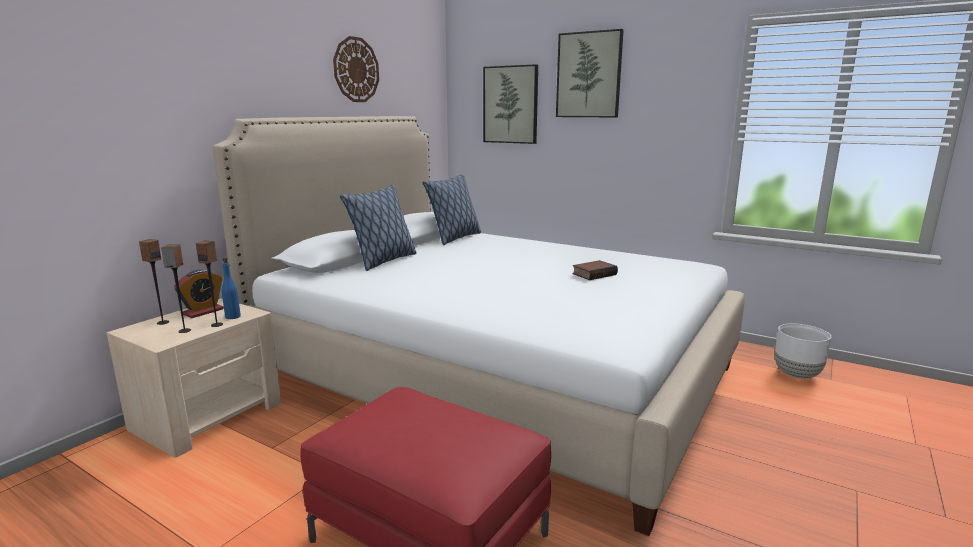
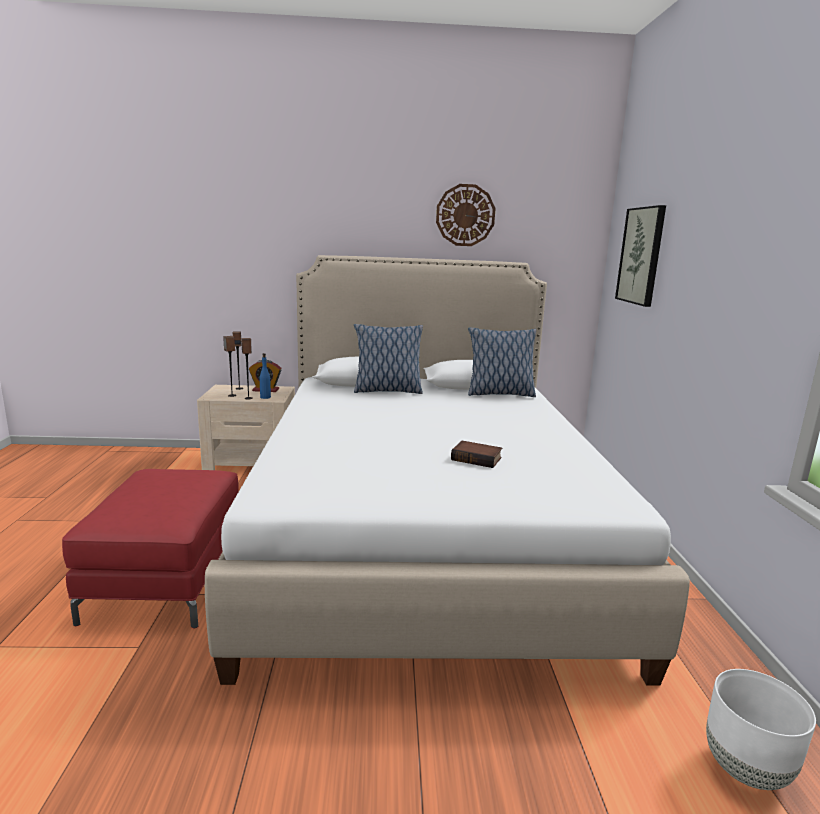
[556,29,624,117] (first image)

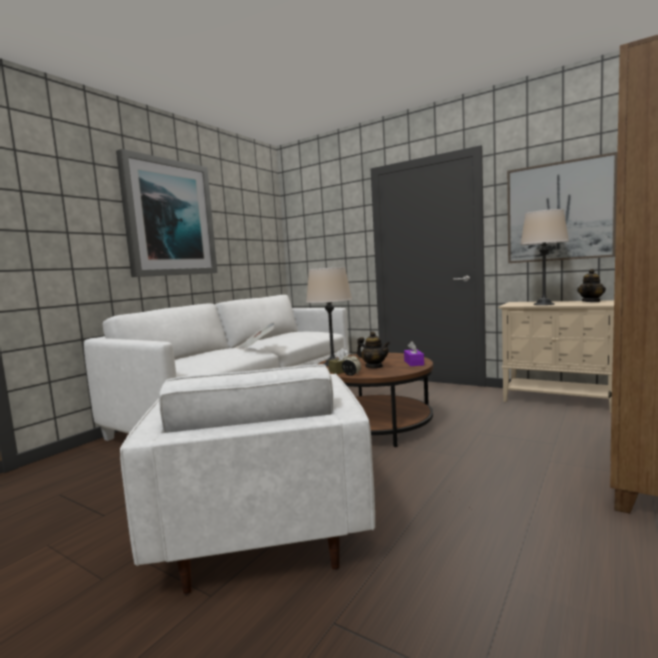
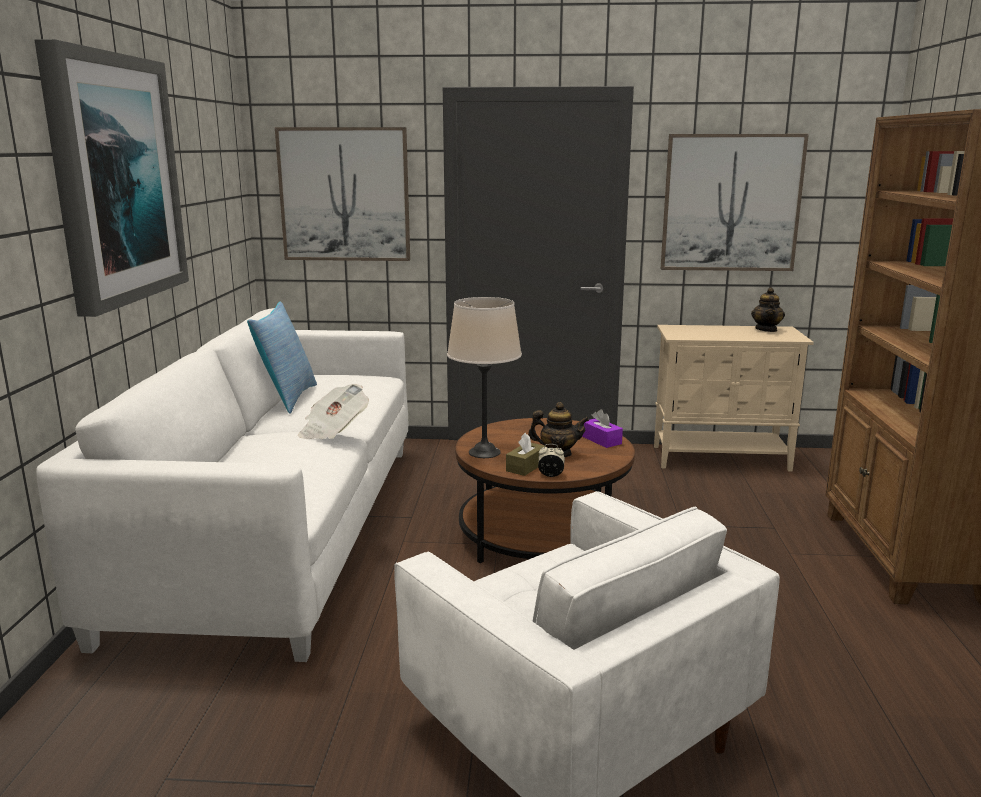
[520,209,569,305] (first image)
[275,127,410,261]
[247,301,317,414]

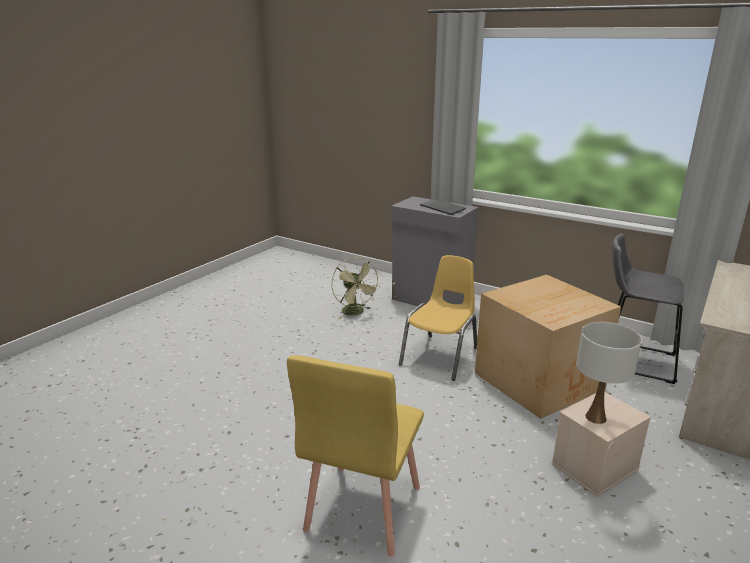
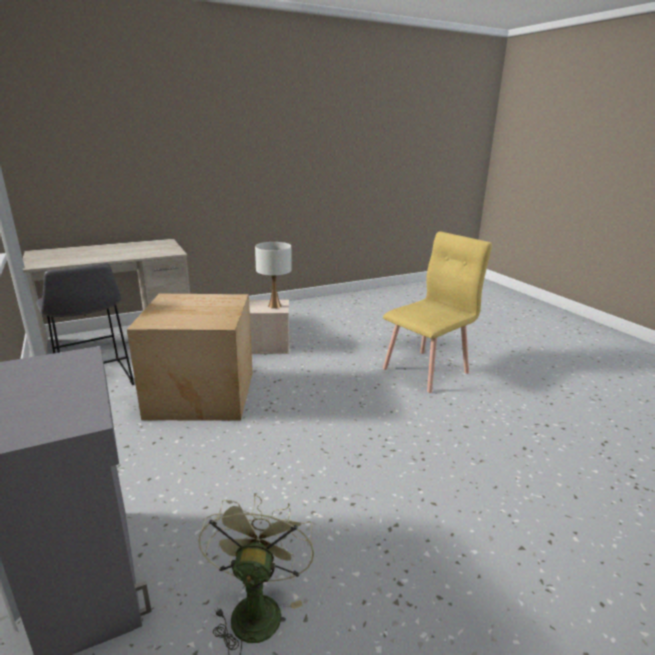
[420,199,466,215] (first image)
[399,255,477,381] (first image)

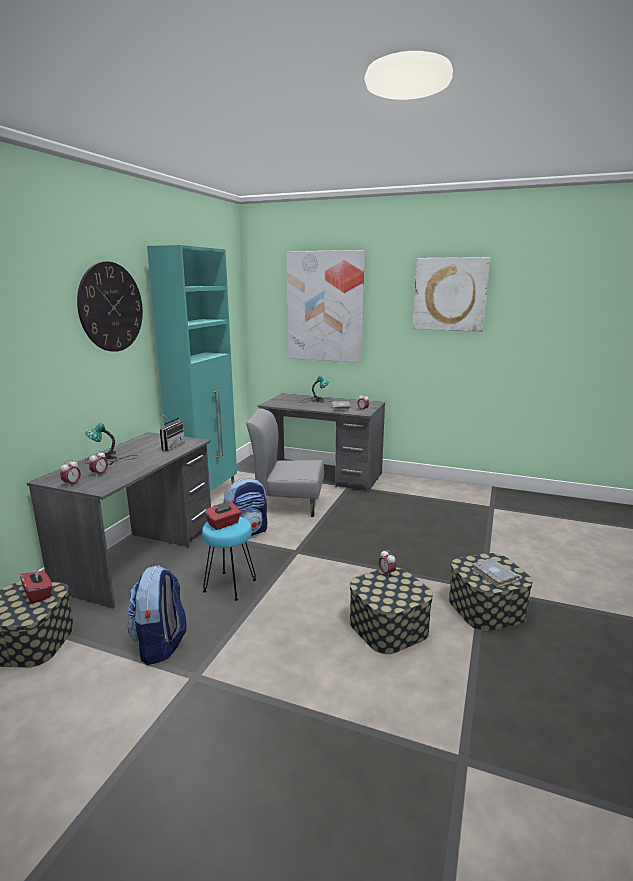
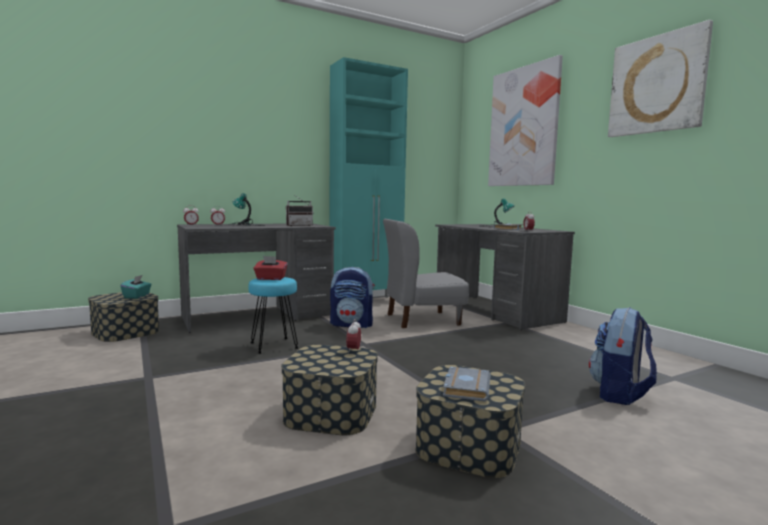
[77,261,143,352] (first image)
[383,219,469,328]
[589,307,657,405]
[120,275,152,299]

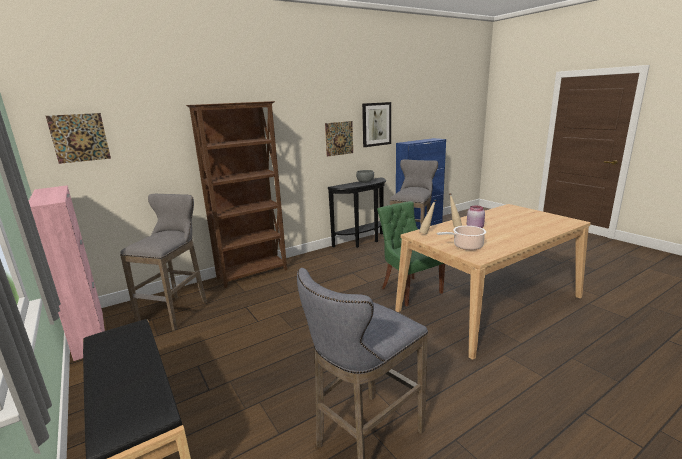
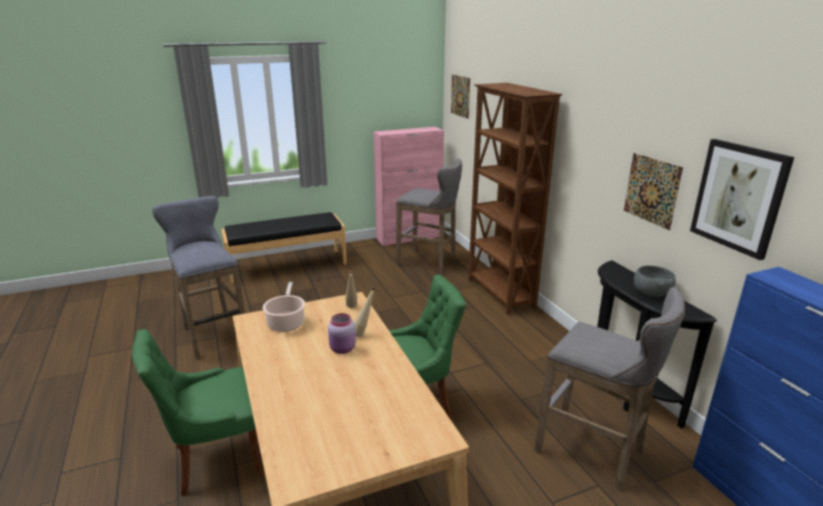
[132,329,262,496]

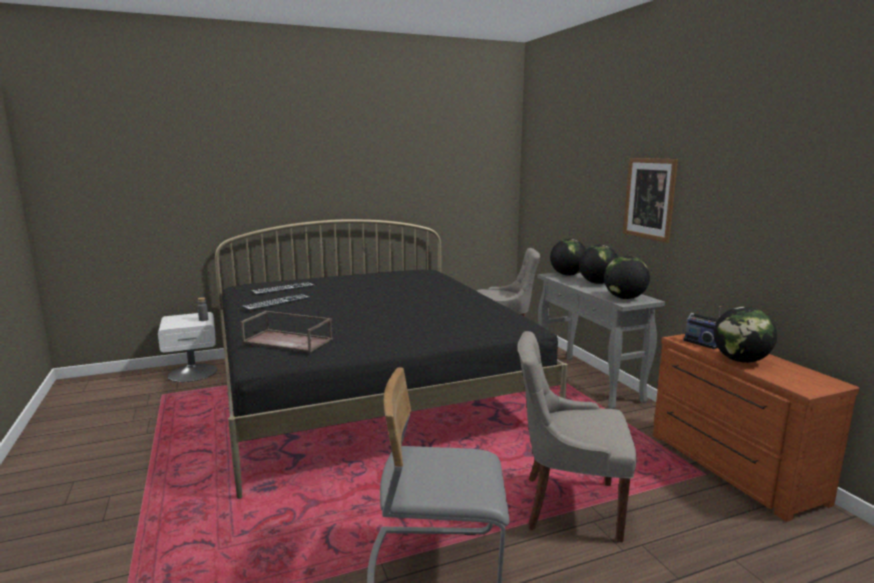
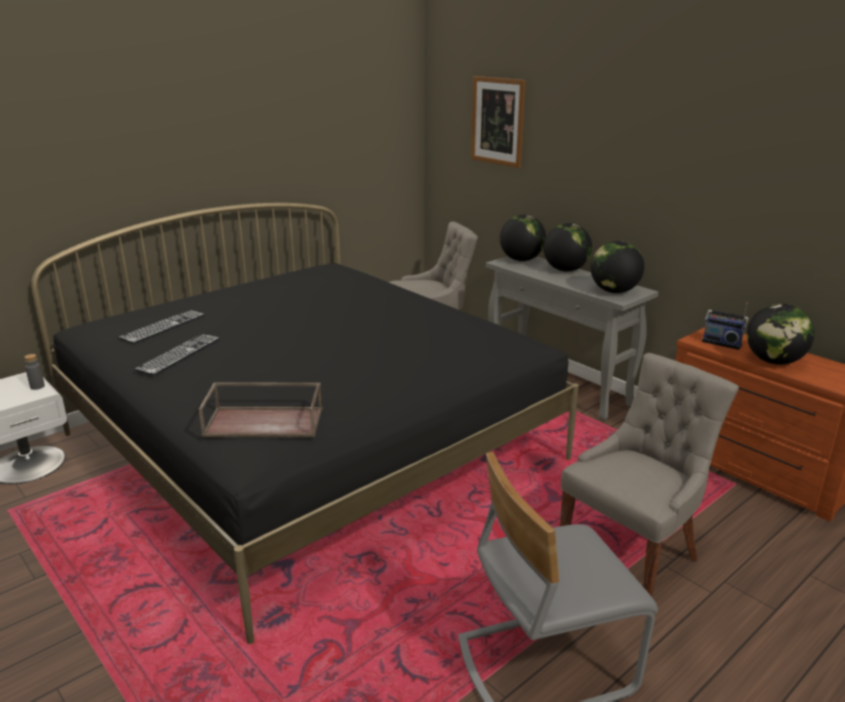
[471,76,526,168]
[560,353,739,597]

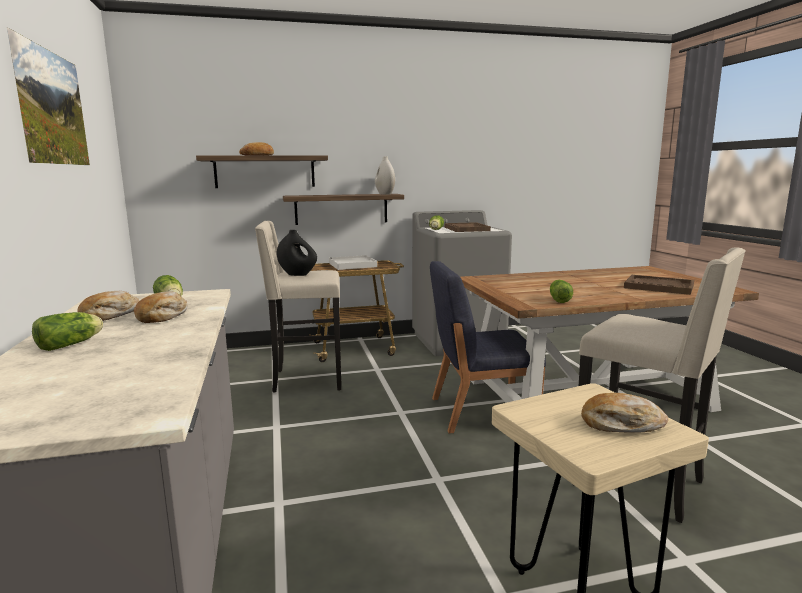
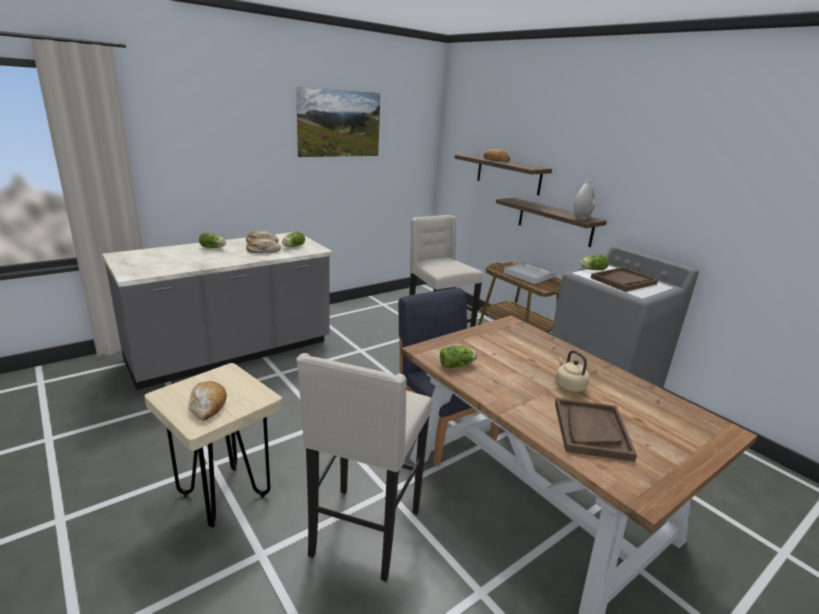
[277,230,317,276] (first image)
[555,350,589,393]

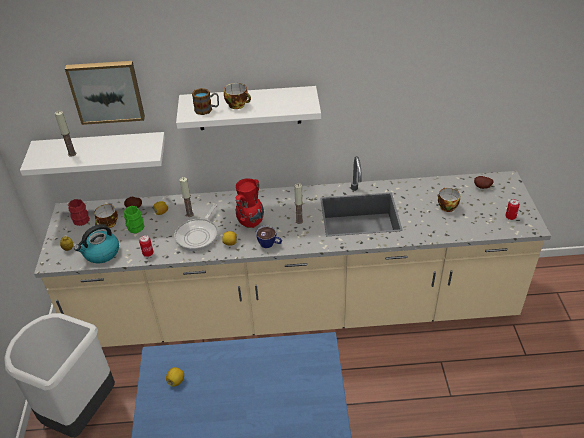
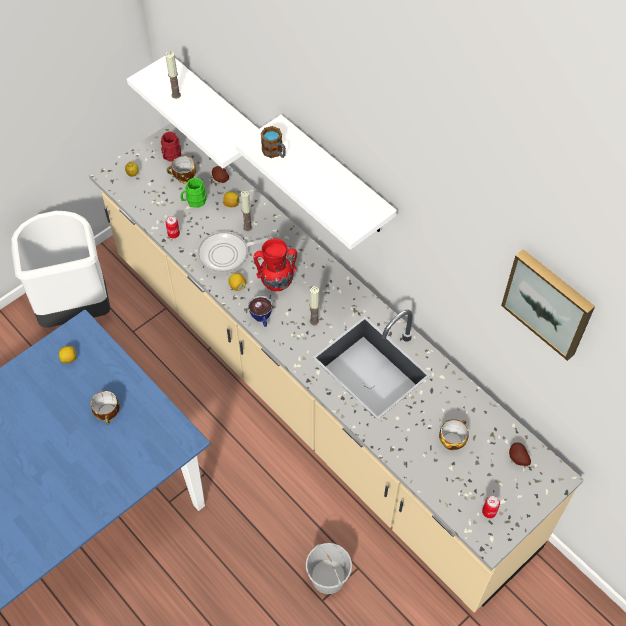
[501,249,595,361]
[91,391,120,425]
[74,224,119,263] (first image)
[306,543,352,594]

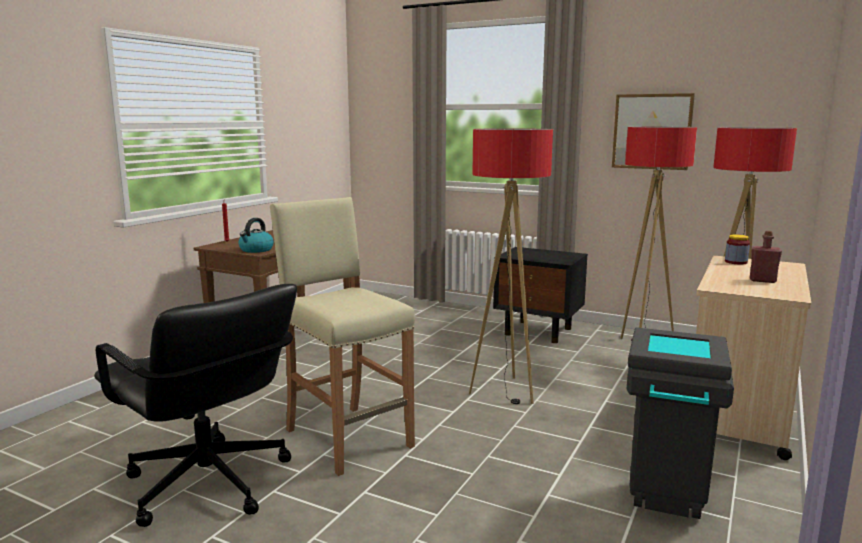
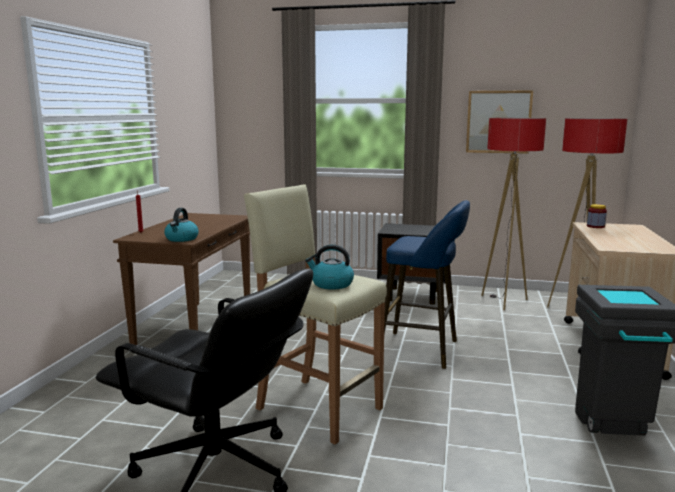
[384,200,470,369]
[750,231,782,283] (first image)
[305,244,354,290]

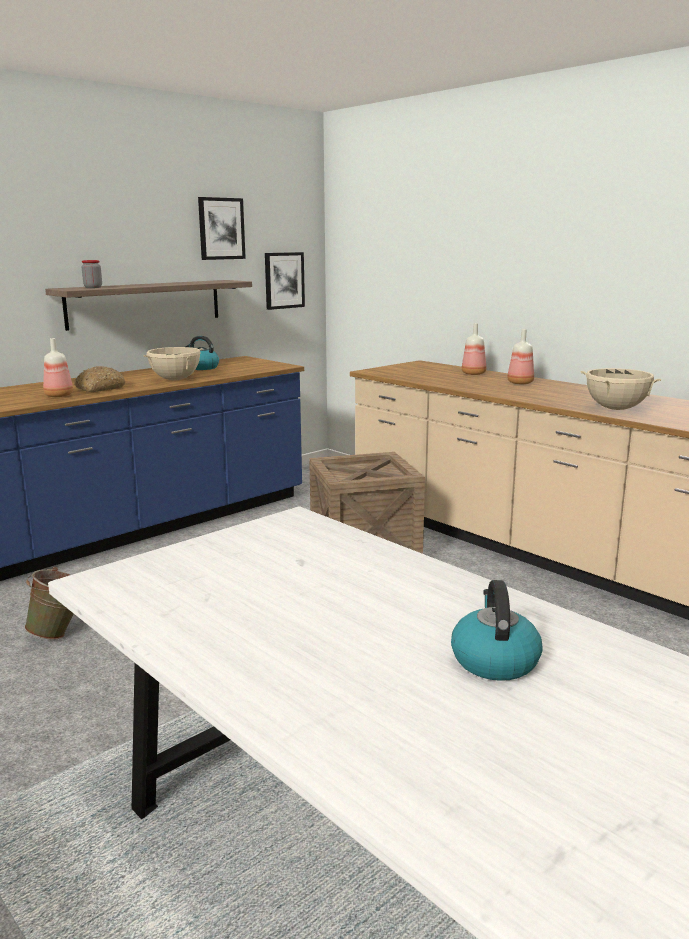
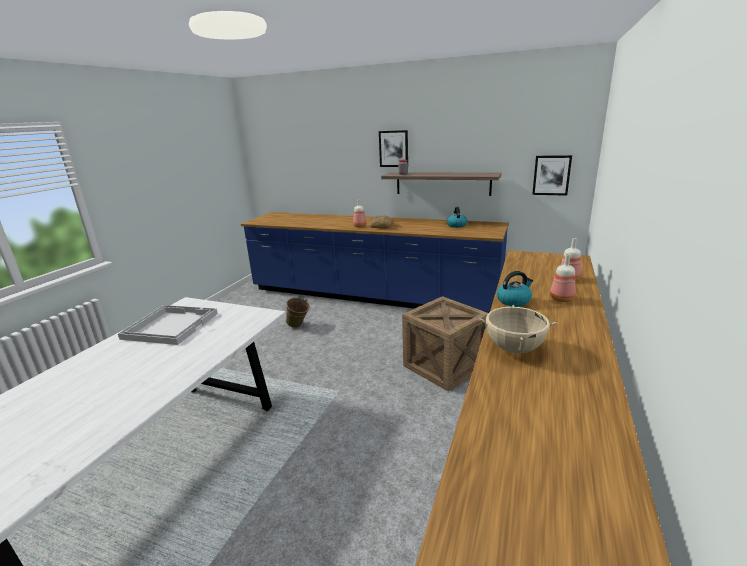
[379,130,408,167]
[144,347,202,381] (first image)
[497,271,533,307]
[118,305,218,345]

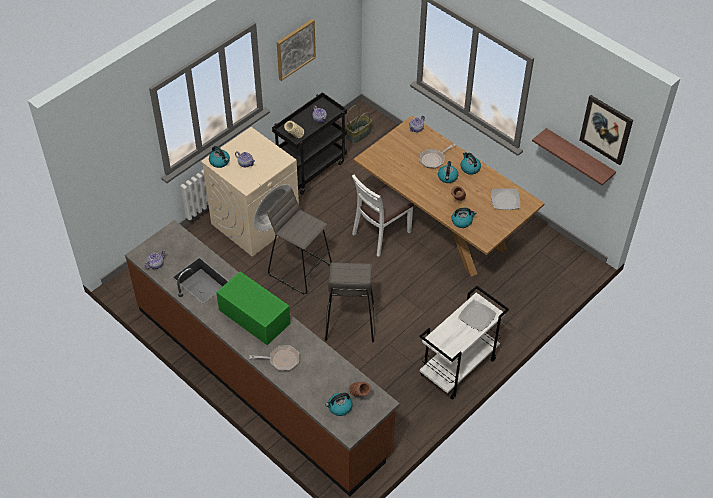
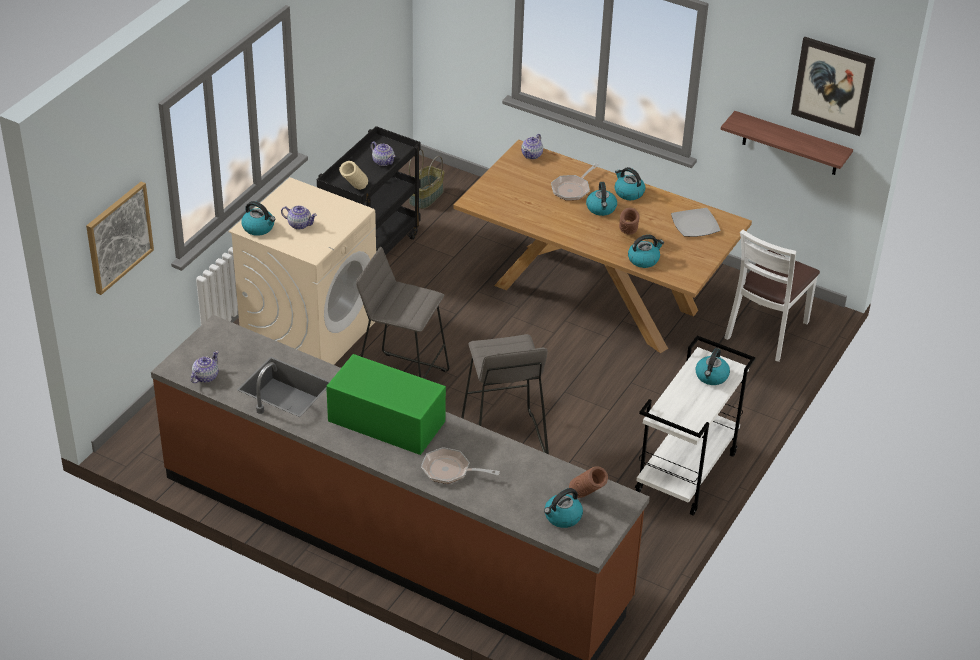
[86,182,154,295]
[724,230,820,362]
[695,348,730,385]
[421,447,500,484]

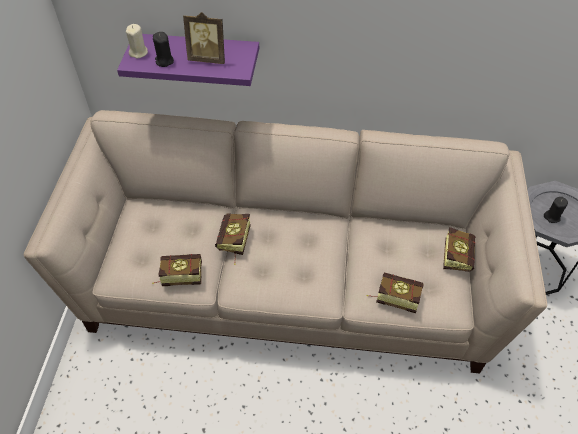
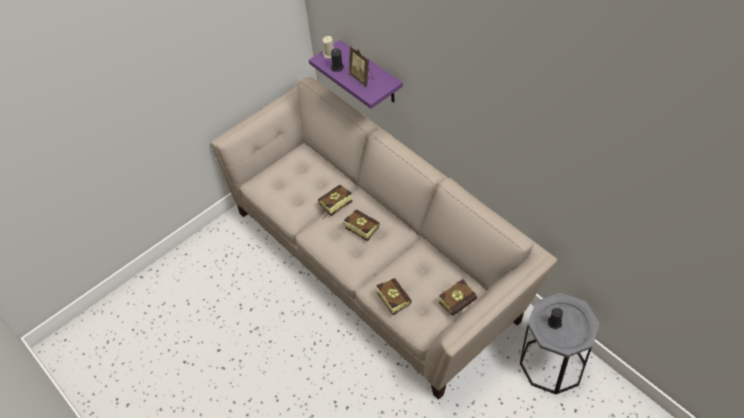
[342,210,380,241]

